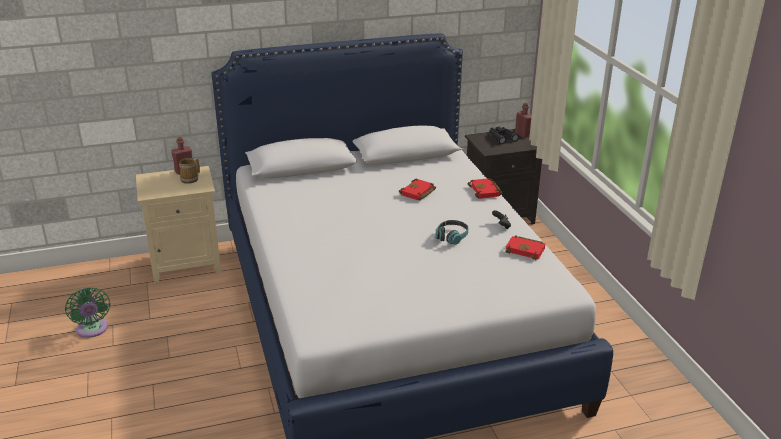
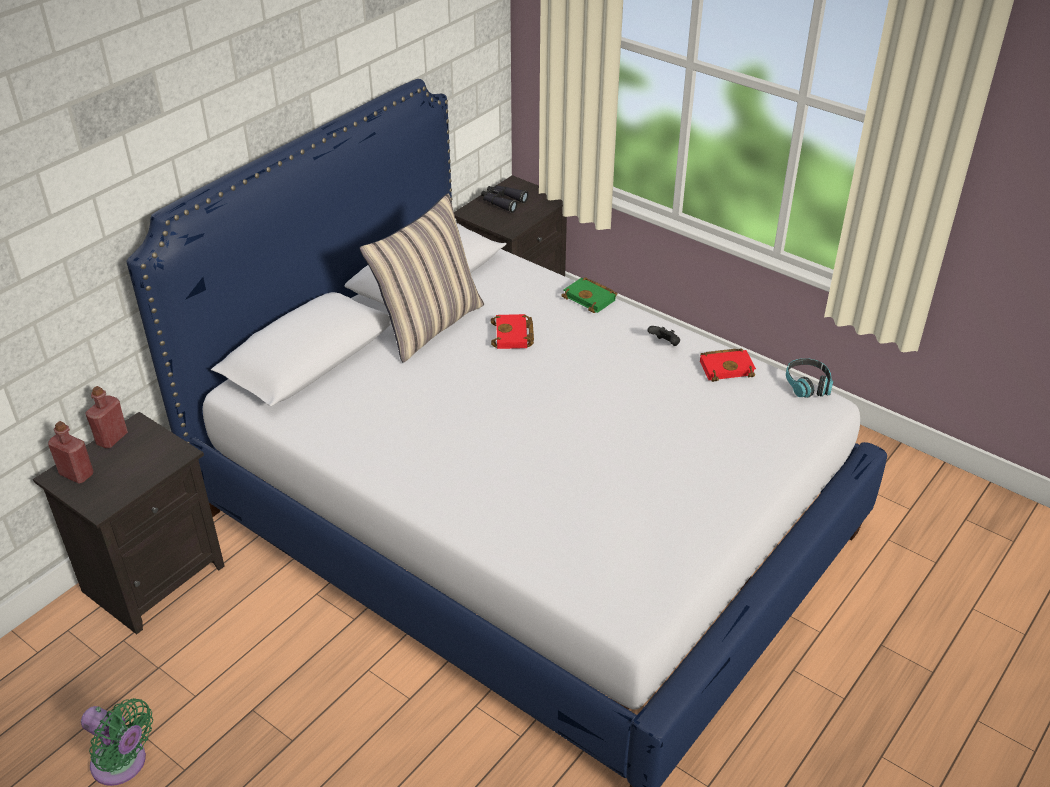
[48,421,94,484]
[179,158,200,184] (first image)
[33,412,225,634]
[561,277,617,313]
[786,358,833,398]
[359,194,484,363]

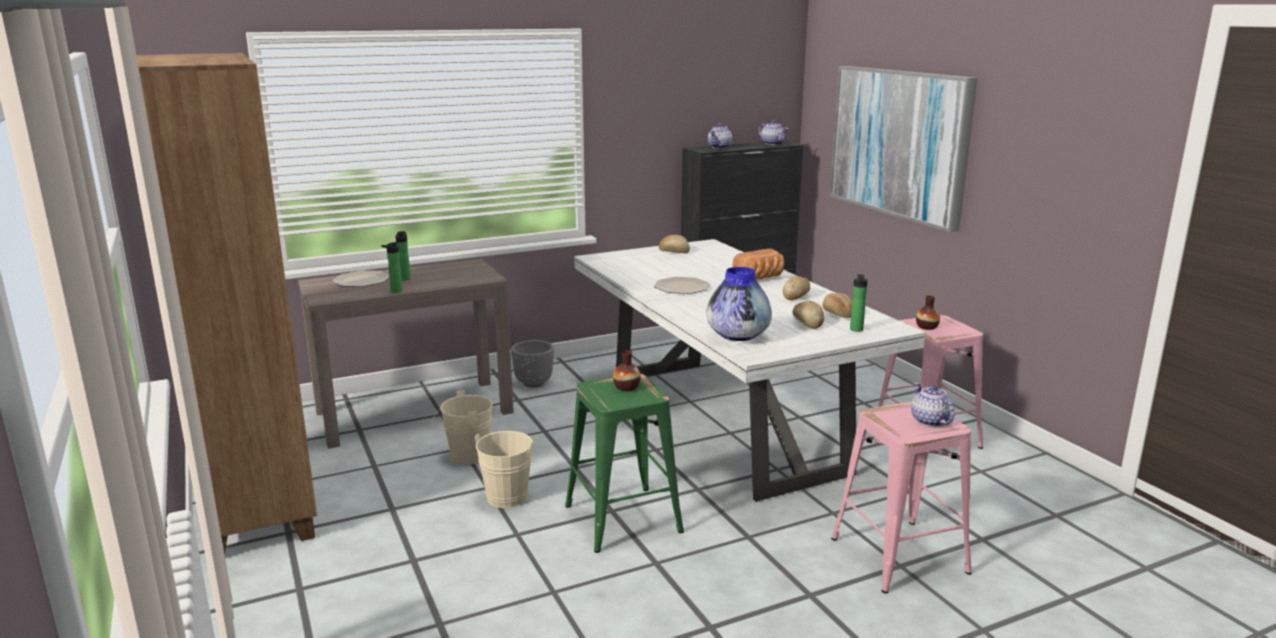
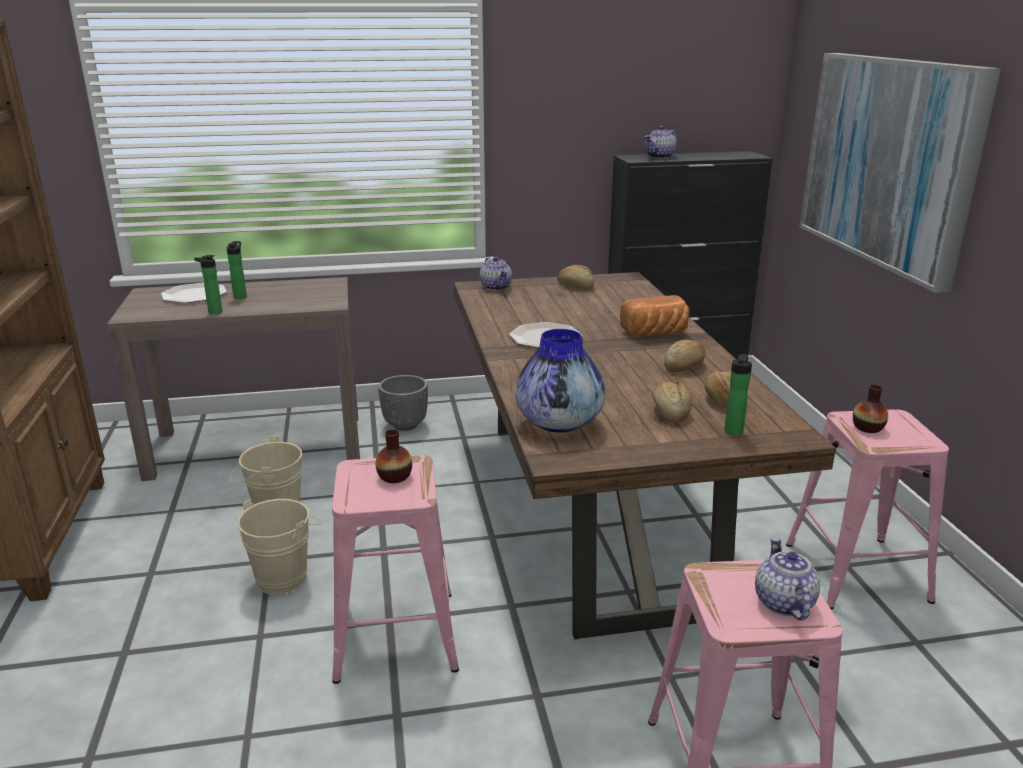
[480,256,512,291]
[454,272,836,640]
[332,455,459,684]

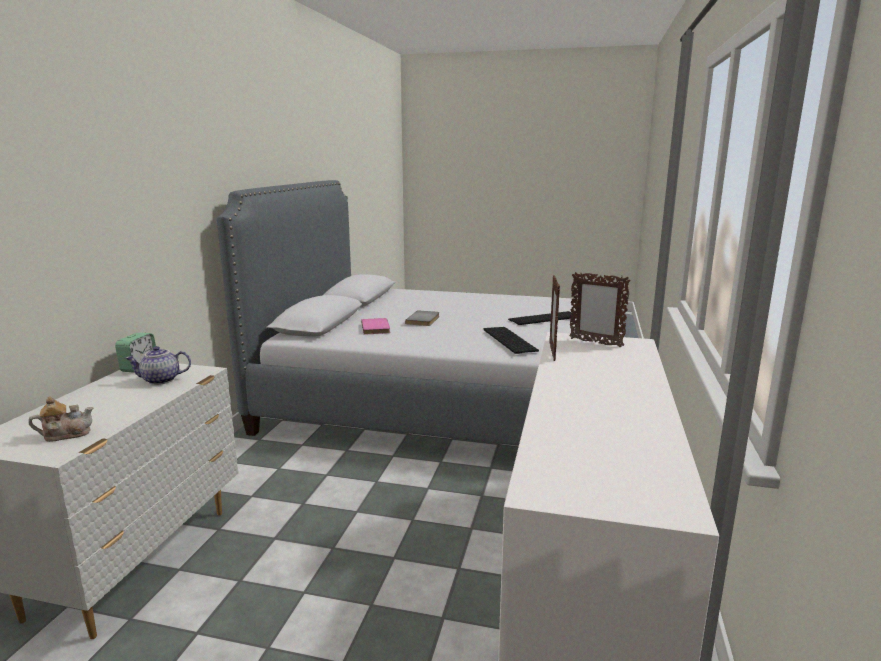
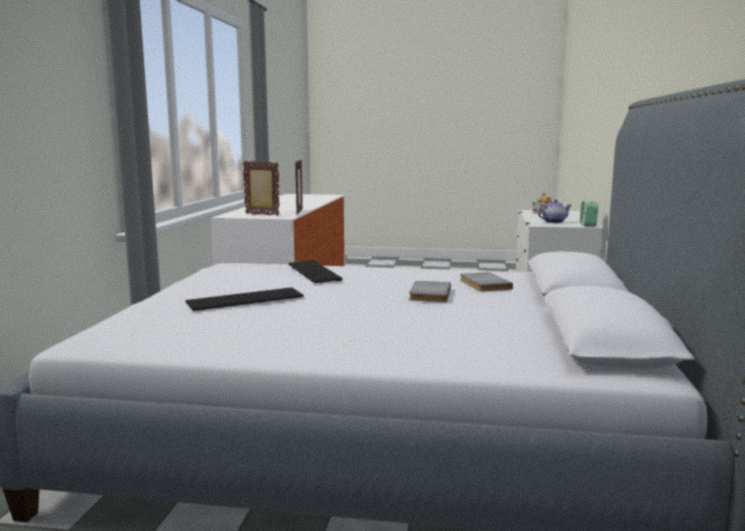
[460,272,513,292]

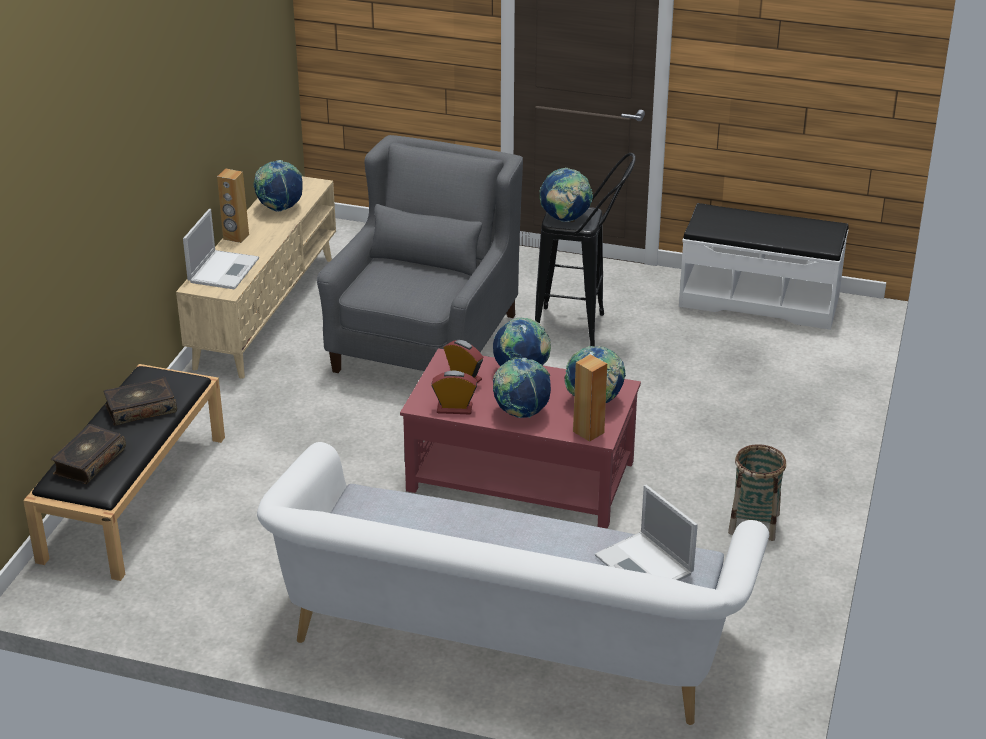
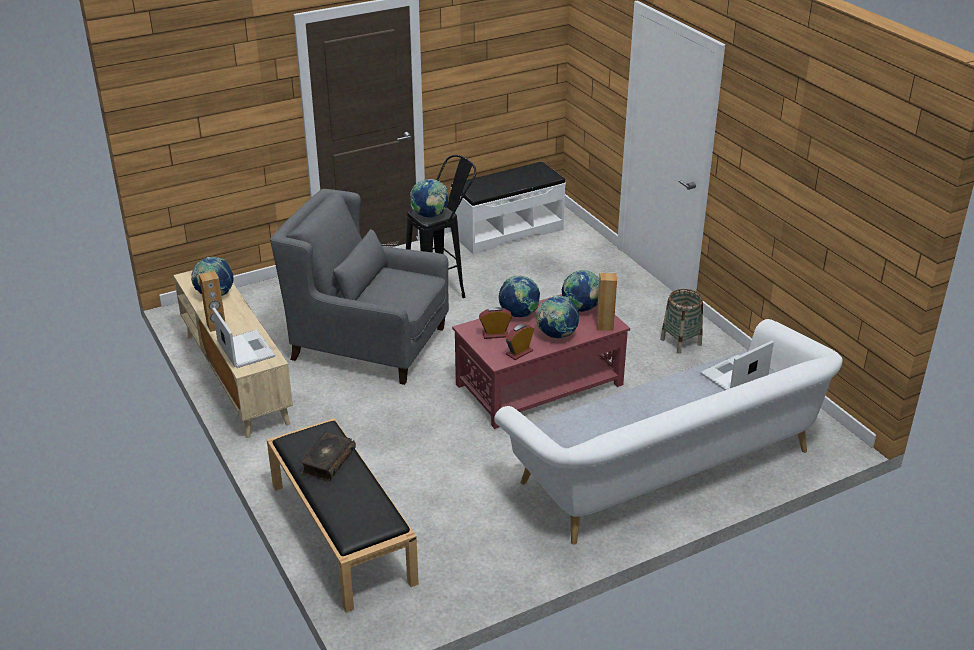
[270,189,449,385]
[51,424,126,484] (first image)
[701,341,774,390]

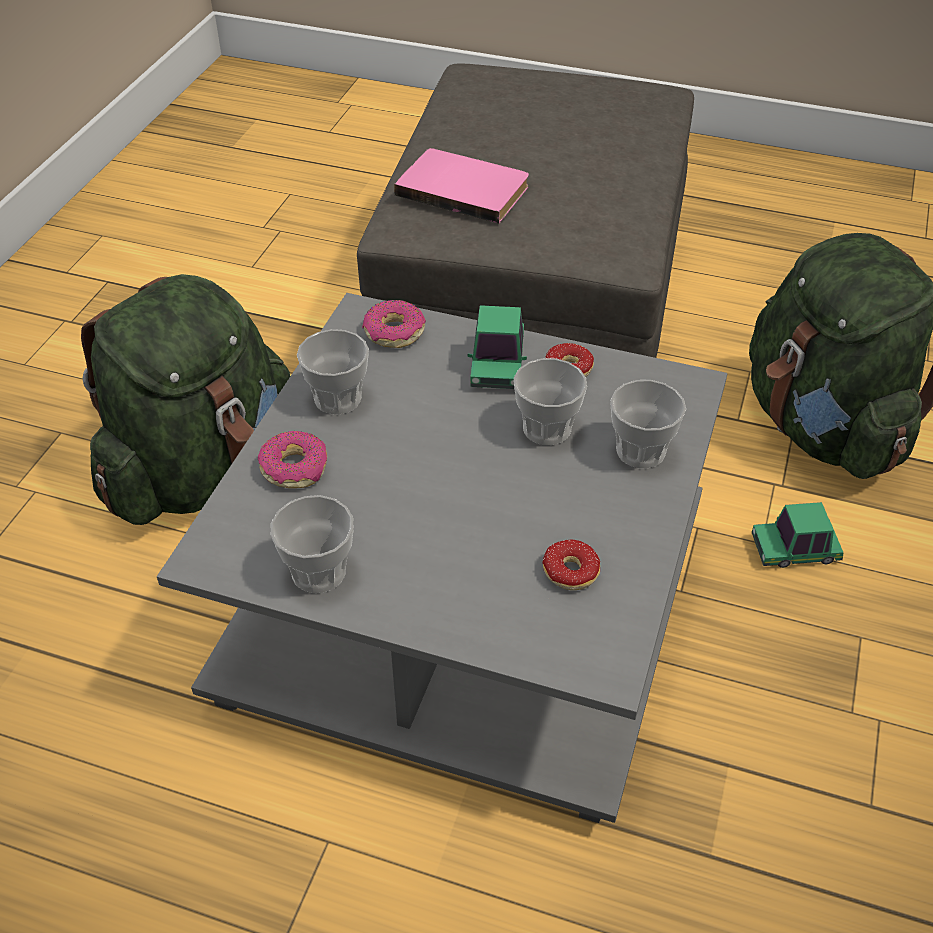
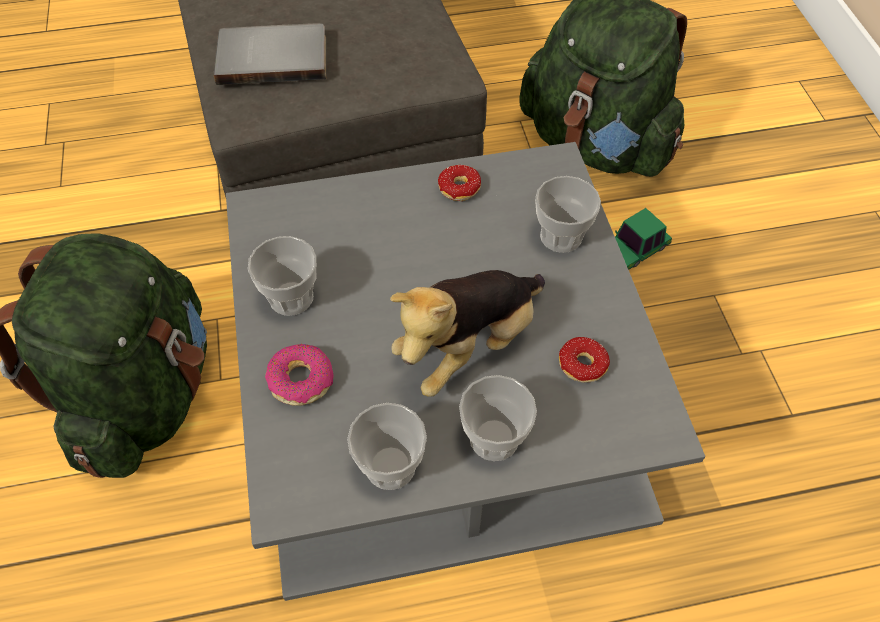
[213,23,326,85]
[362,300,426,348] (first image)
[468,305,527,389] (first image)
[459,375,537,461]
[390,270,545,397]

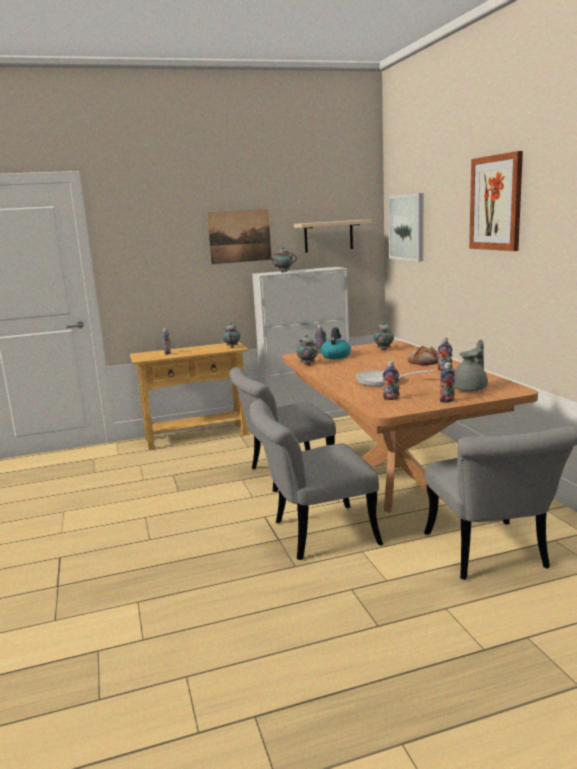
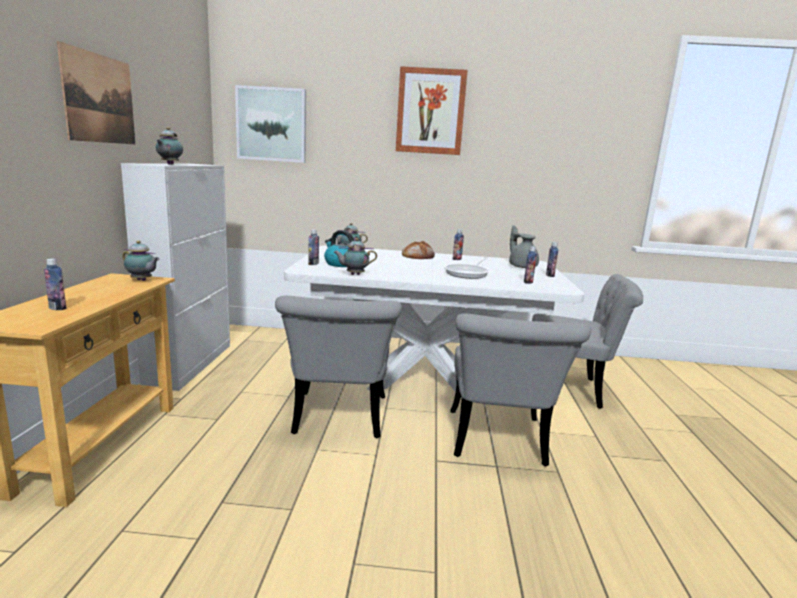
[294,220,371,253] (first image)
[284,246,584,392]

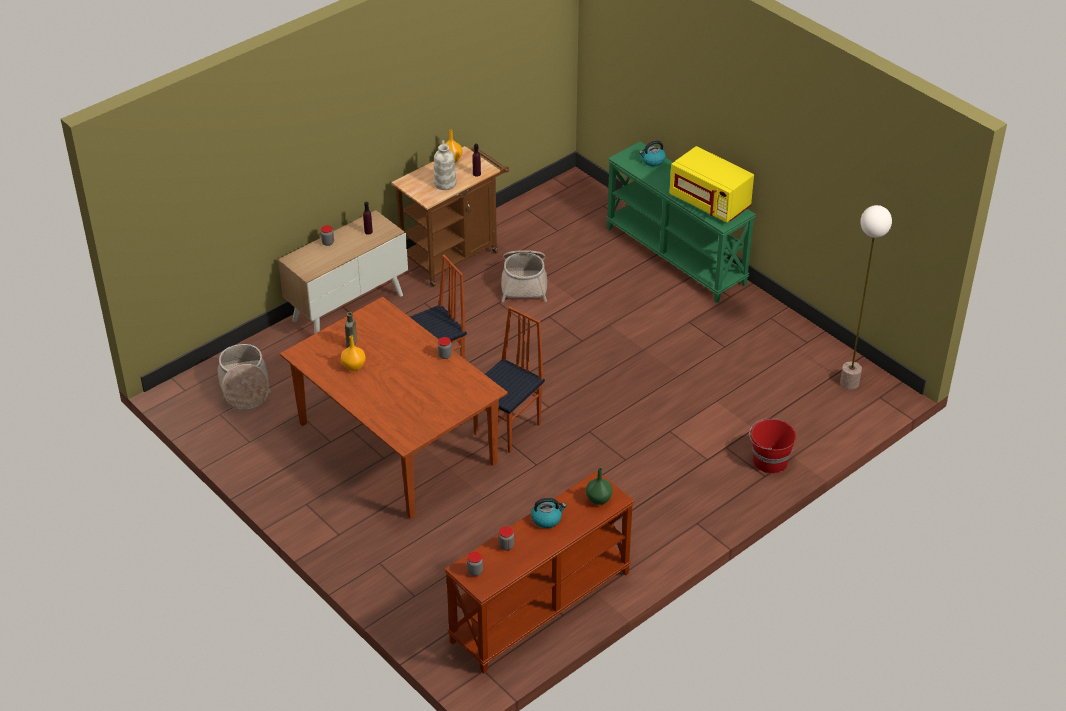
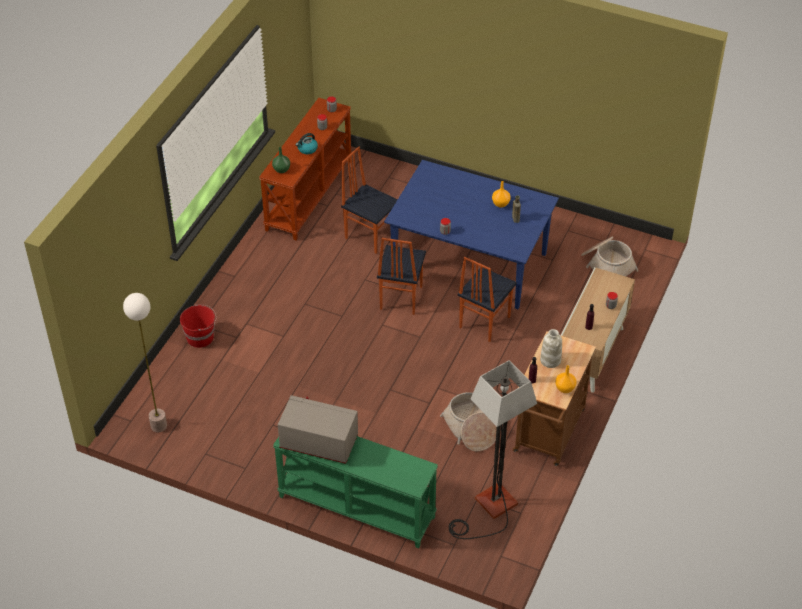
[639,141,666,166] (first image)
[278,395,358,464]
[384,160,559,309]
[341,146,398,254]
[449,360,537,539]

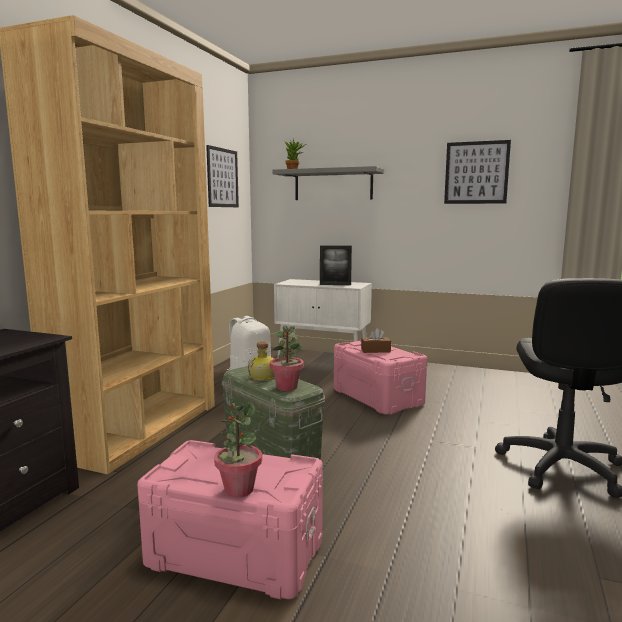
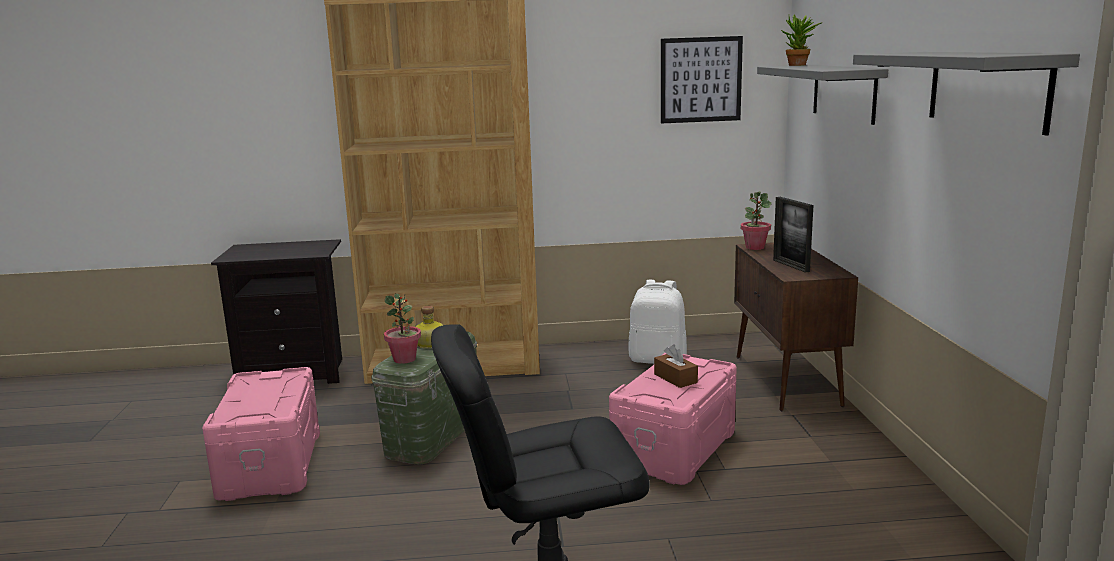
[853,52,1080,136]
[734,242,858,411]
[741,192,772,250]

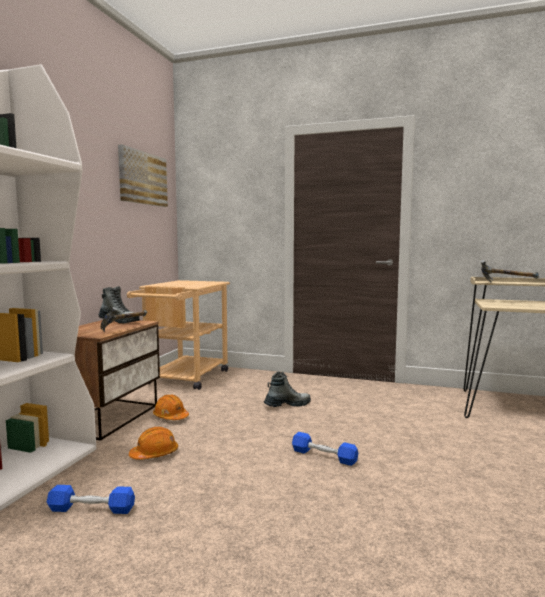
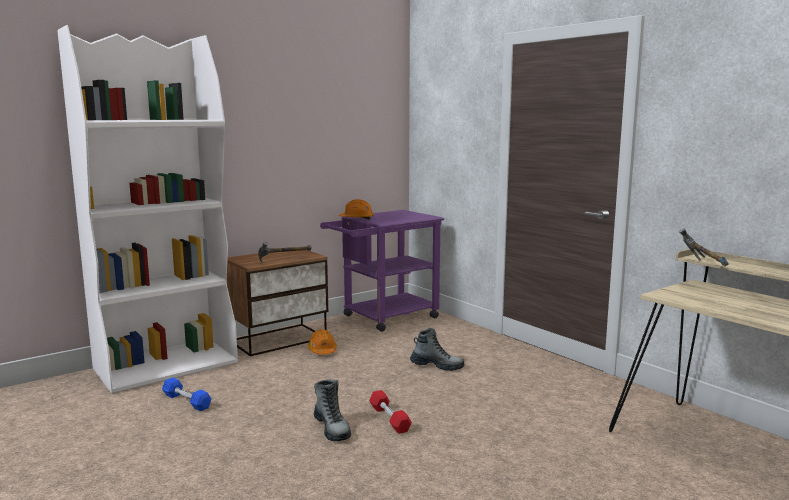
[118,145,168,207] (first image)
[320,210,444,332]
[314,379,351,441]
[339,199,374,220]
[369,390,412,434]

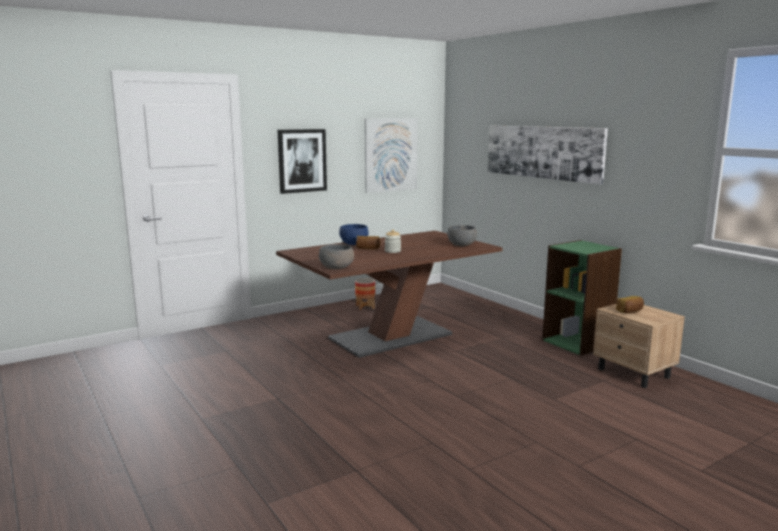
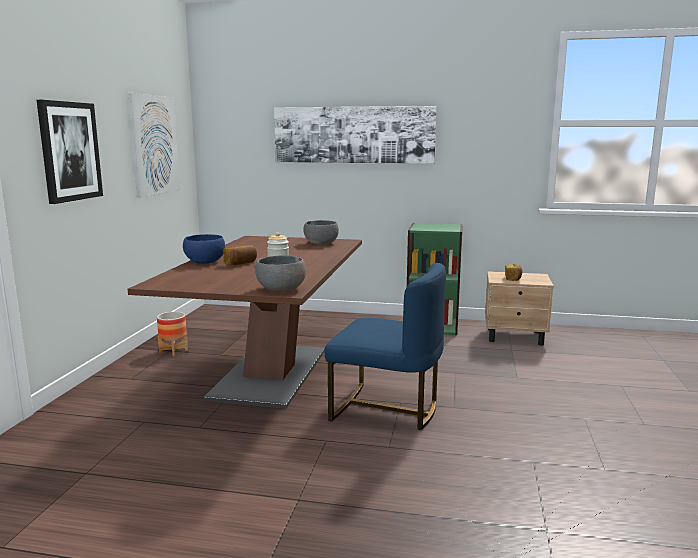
[325,263,446,430]

